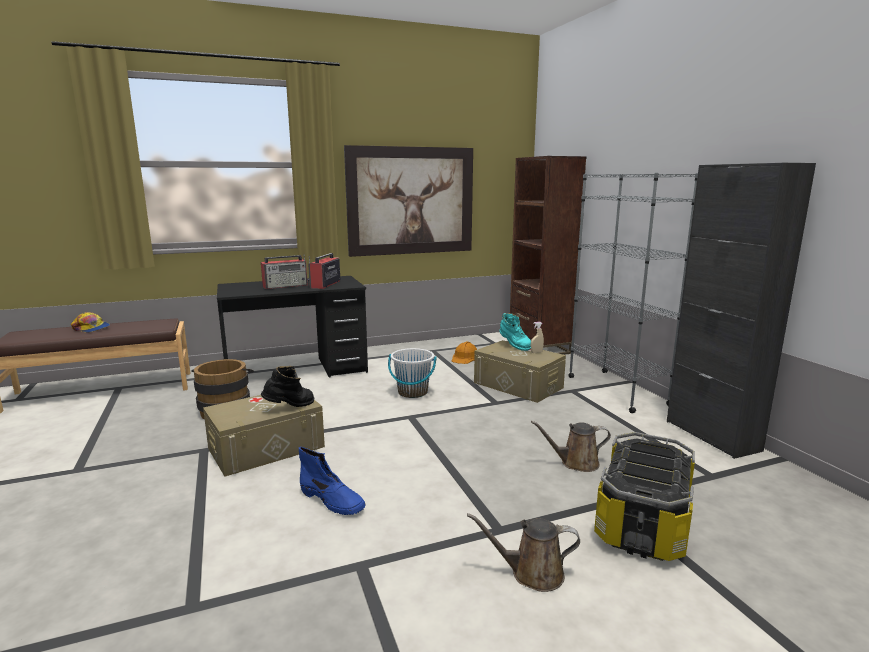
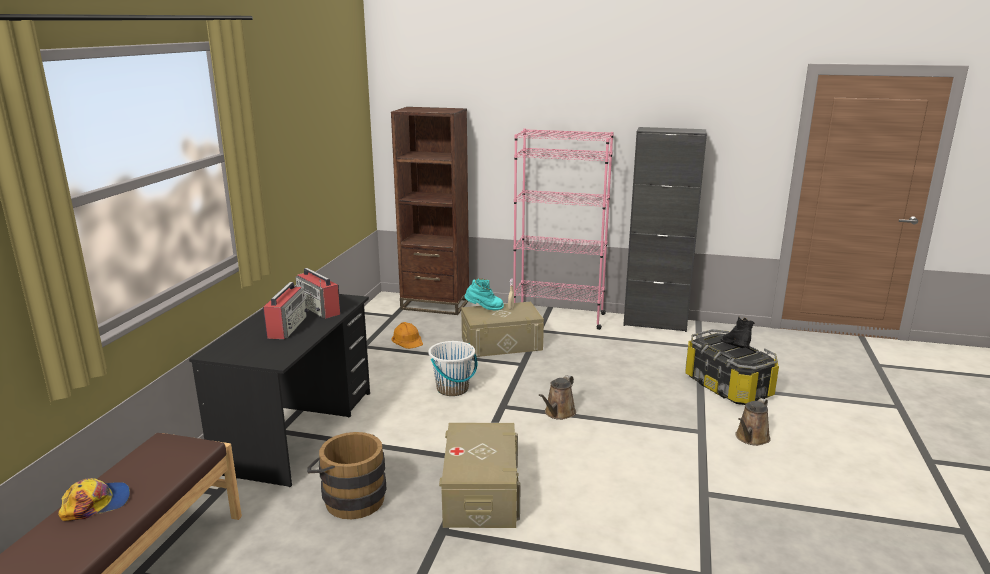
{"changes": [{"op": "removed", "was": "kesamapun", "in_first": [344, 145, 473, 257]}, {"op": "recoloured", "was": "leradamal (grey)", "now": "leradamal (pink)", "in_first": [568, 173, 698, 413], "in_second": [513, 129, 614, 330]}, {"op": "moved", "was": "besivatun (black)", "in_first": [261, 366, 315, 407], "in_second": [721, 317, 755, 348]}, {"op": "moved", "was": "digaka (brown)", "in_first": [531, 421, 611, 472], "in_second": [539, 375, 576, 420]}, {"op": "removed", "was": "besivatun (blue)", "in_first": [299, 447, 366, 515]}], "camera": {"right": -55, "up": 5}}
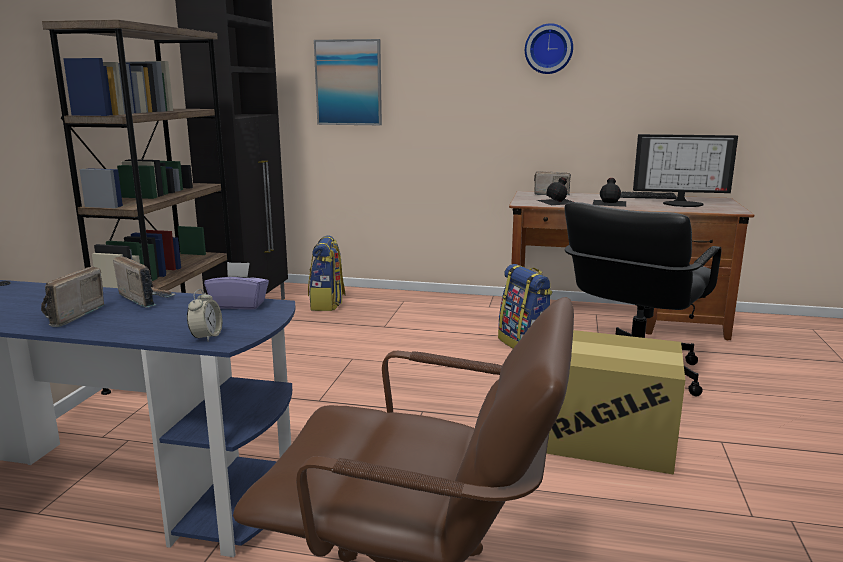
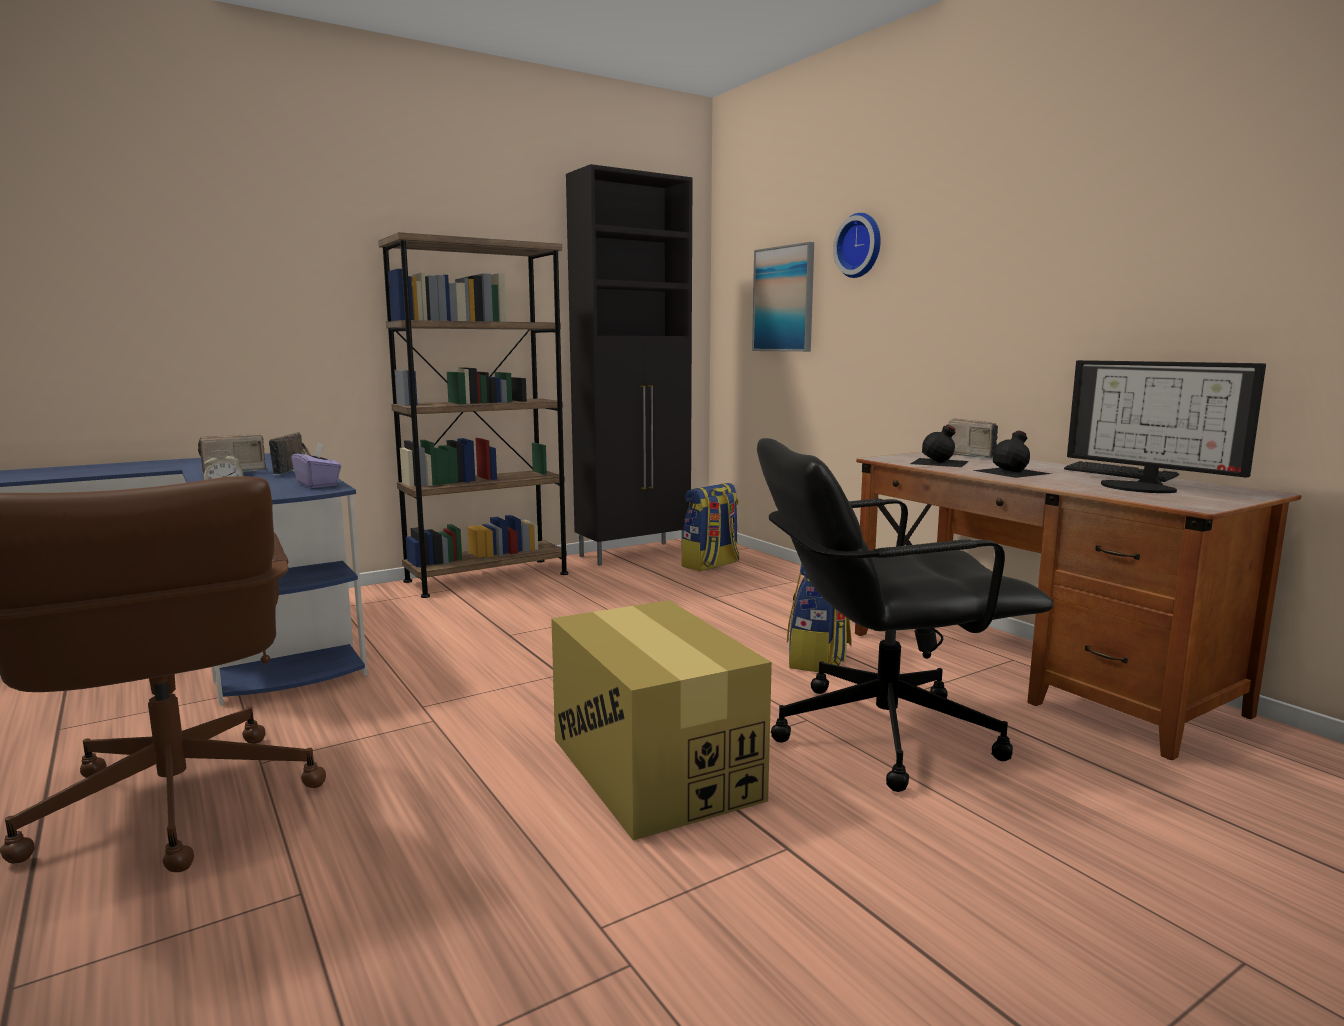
{"changes": [{"op": "moved", "was": "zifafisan", "in_first": [525, 23, 573, 74], "in_second": [833, 213, 881, 278]}], "camera": {"right": 45, "up": -5}}
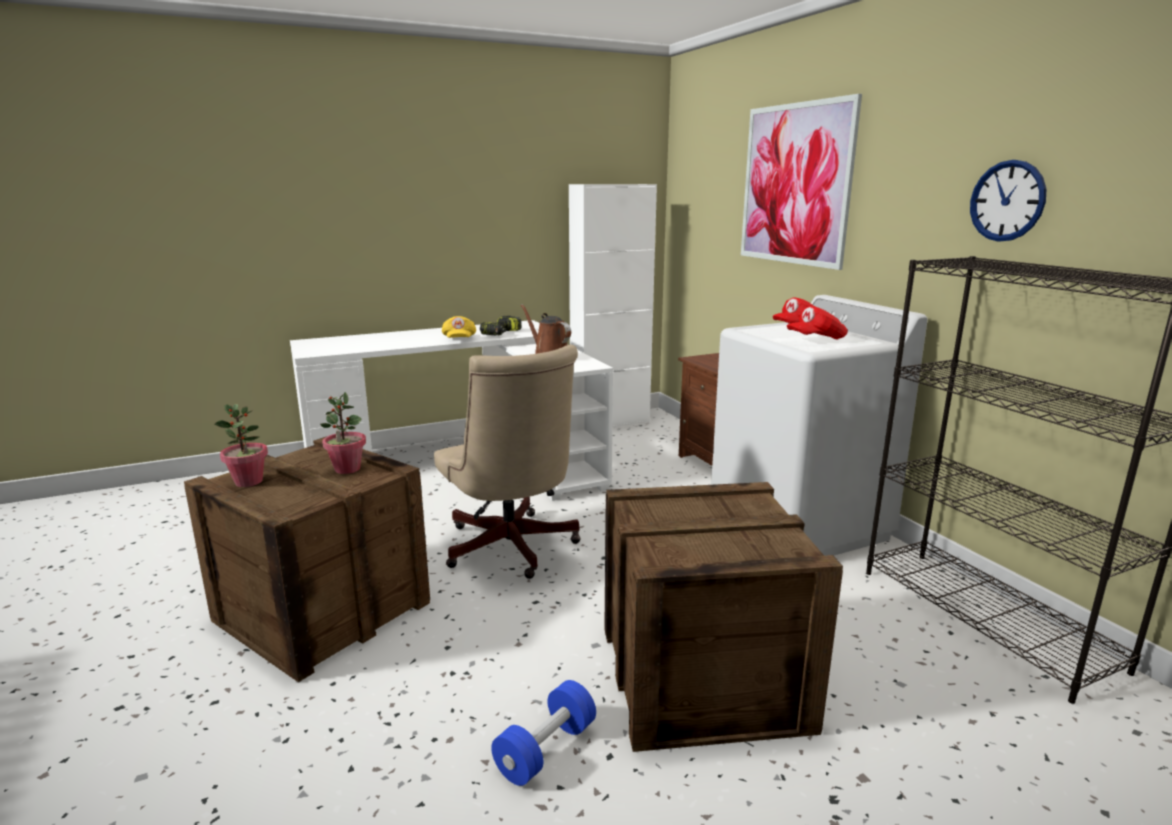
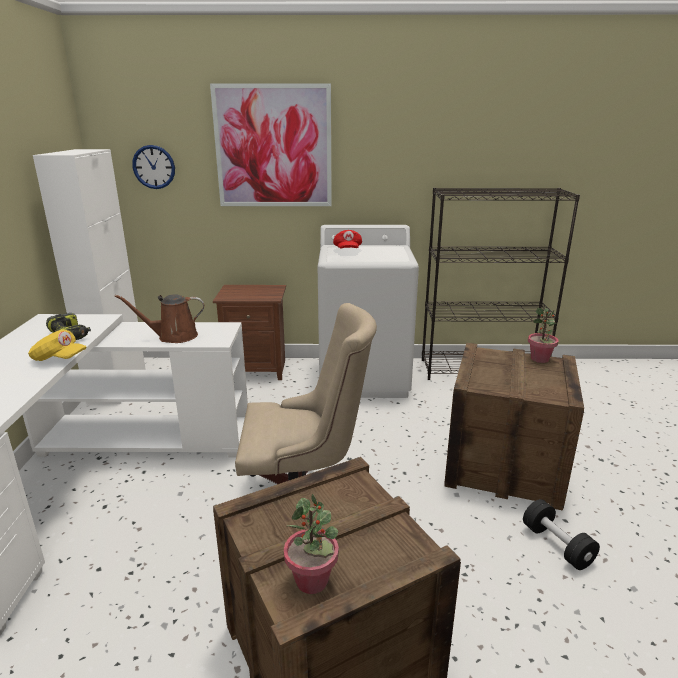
{"changes": [{"op": "moved", "was": "zifafisan", "in_first": [970, 160, 1046, 242], "in_second": [132, 145, 175, 189]}, {"op": "removed", "was": "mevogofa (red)", "in_first": [787, 306, 848, 339]}, {"op": "moved", "was": "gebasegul", "in_first": [320, 392, 366, 474], "in_second": [528, 308, 559, 363]}, {"op": "recoloured", "was": "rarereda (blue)", "now": "rarereda (black)", "in_first": [491, 680, 596, 786], "in_second": [523, 499, 600, 570]}], "camera": {"right": -65, "up": 5}}
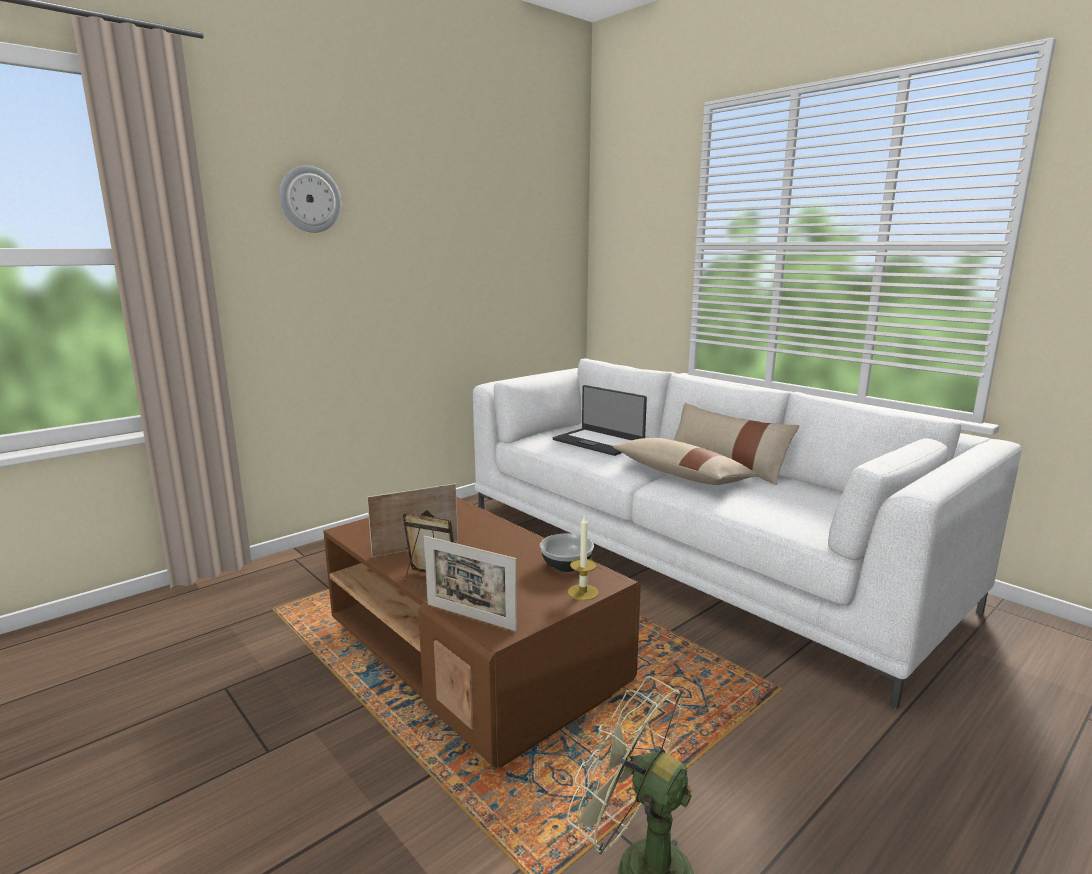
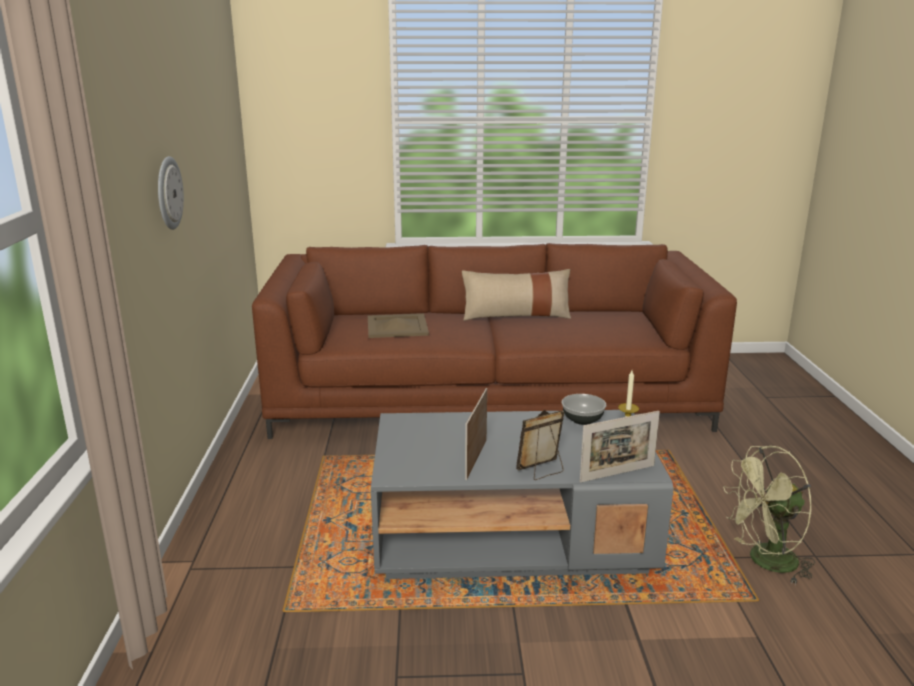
{"changes": [{"op": "moved", "was": "zifafisan", "in_first": [279, 165, 341, 233], "in_second": [158, 156, 184, 230]}, {"op": "recoloured", "was": "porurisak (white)", "now": "porurisak (brown)", "in_first": [473, 358, 1022, 709], "in_second": [252, 243, 737, 439]}, {"op": "replaced", "was": "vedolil", "now": "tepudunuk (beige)", "in_first": [553, 385, 647, 456], "in_second": [368, 313, 429, 338]}, {"op": "removed", "was": "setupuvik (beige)", "in_first": [613, 438, 759, 485]}, {"op": "recoloured", "was": "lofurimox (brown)", "now": "lofurimox (grey)", "in_first": [323, 497, 641, 768], "in_second": [371, 410, 673, 579]}], "camera": {"right": -50, "up": 5}}
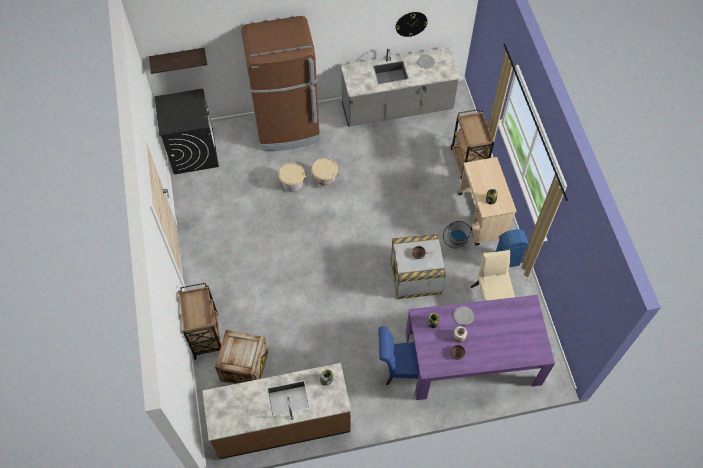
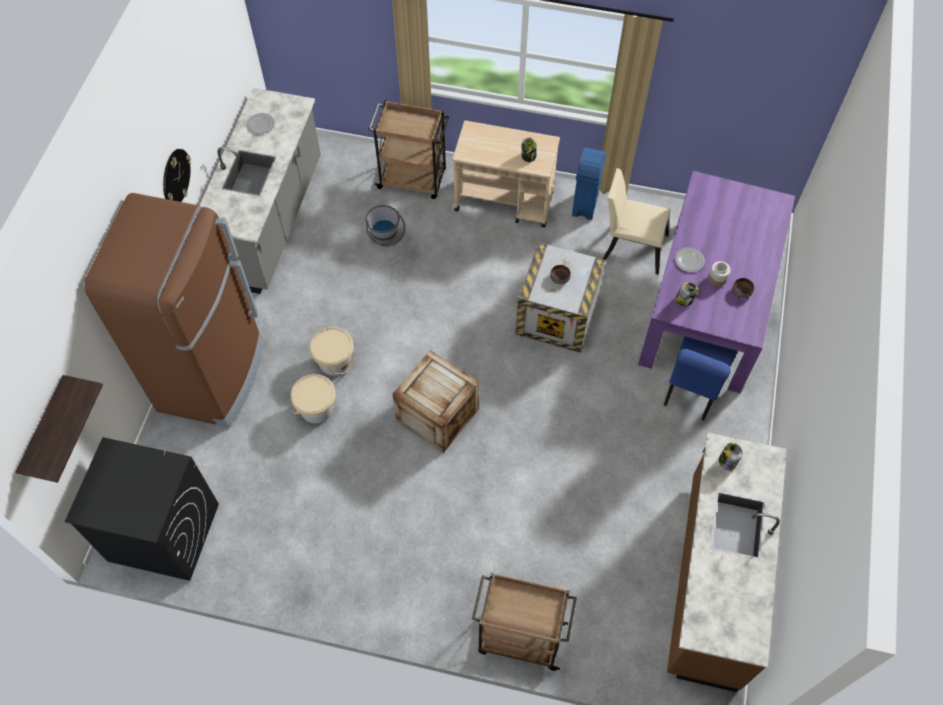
{"changes": [{"op": "moved", "was": "zifafisan", "in_first": [396, 12, 428, 37], "in_second": [163, 149, 191, 202]}, {"op": "moved", "was": "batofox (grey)", "in_first": [443, 221, 471, 248], "in_second": [366, 205, 405, 246]}, {"op": "moved", "was": "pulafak", "in_first": [215, 330, 268, 384], "in_second": [393, 350, 479, 453]}], "camera": {"right": -65, "up": 0}}
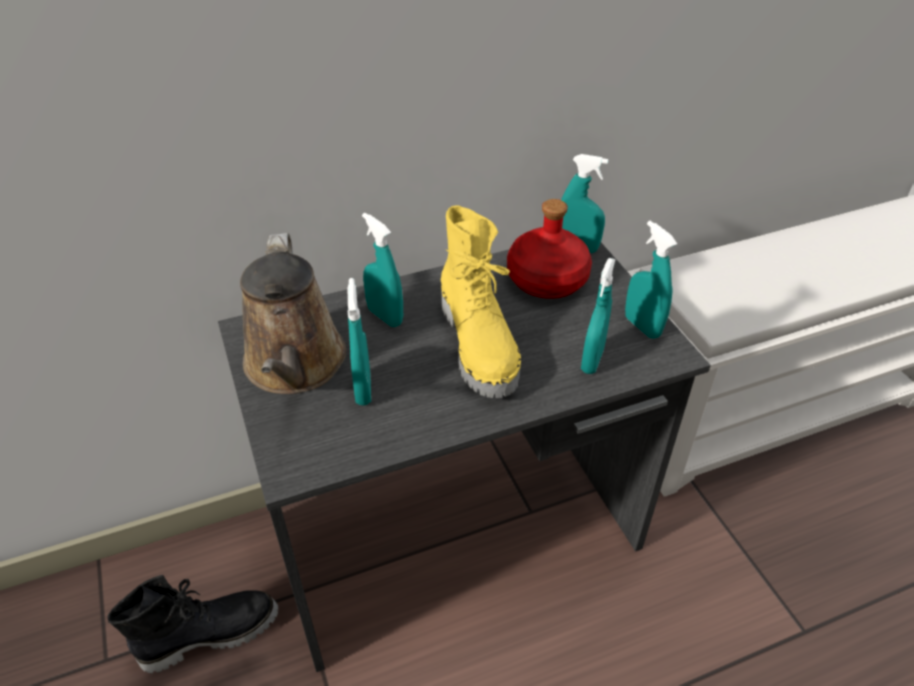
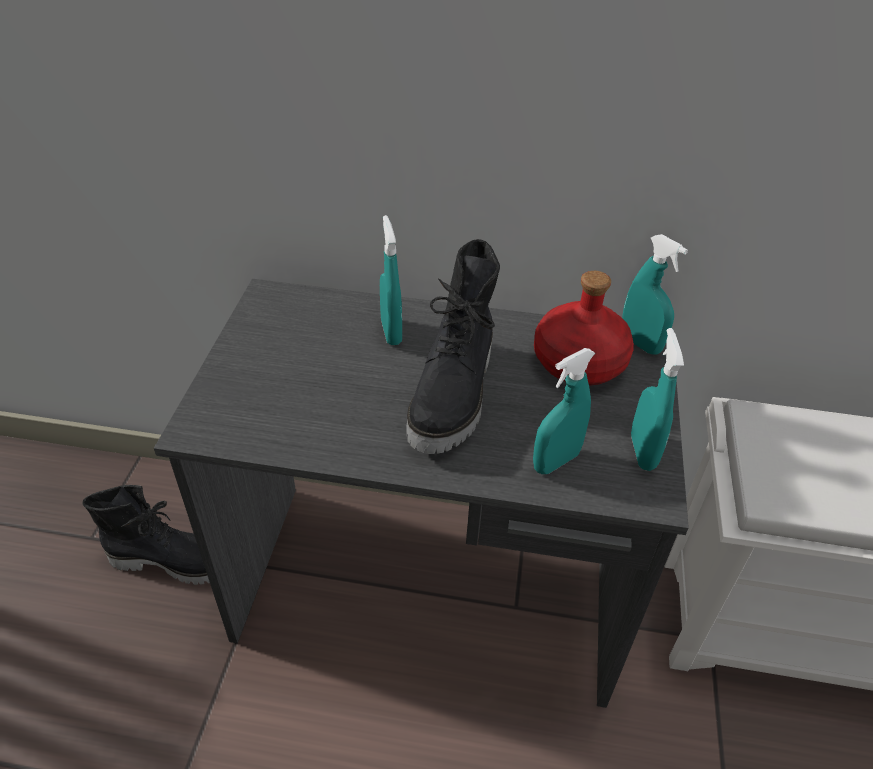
{"changes": [{"op": "recoloured", "was": "besivatun (yellow)", "now": "besivatun (black)", "in_first": [441, 206, 521, 398], "in_second": [406, 239, 500, 454]}, {"op": "removed", "was": "digaka (brown)", "in_first": [240, 233, 346, 394]}, {"op": "removed", "was": "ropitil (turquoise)", "in_first": [348, 278, 371, 406]}], "camera": {"right": 30, "up": 0}}
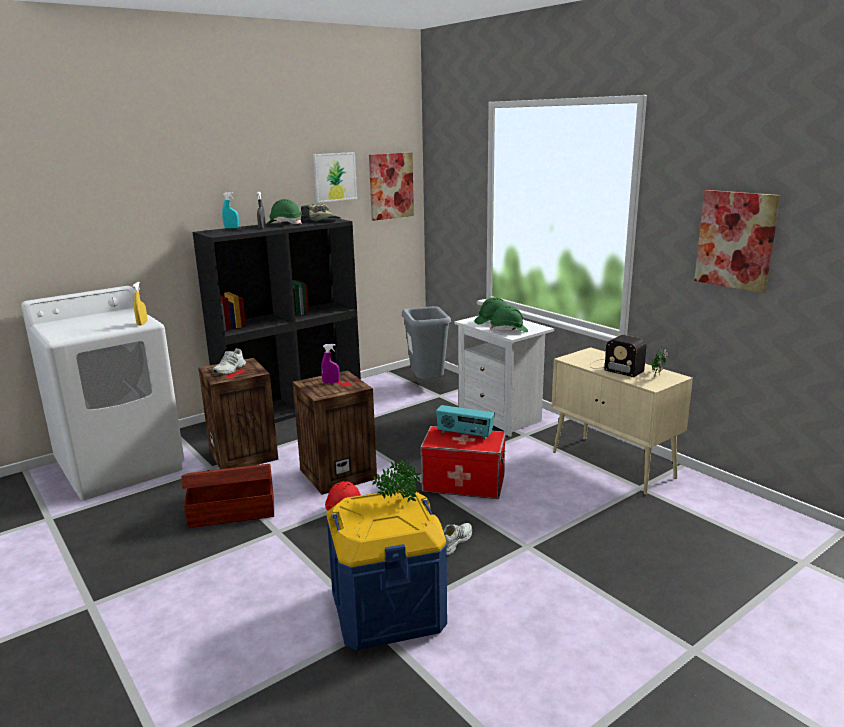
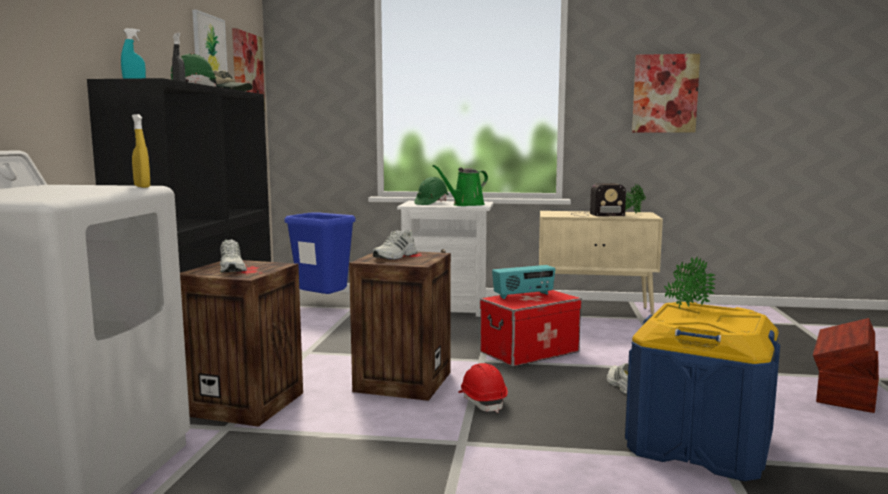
{"changes": [{"op": "replaced", "was": "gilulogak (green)", "now": "digaka (green)", "in_first": [490, 305, 528, 332], "in_second": [433, 165, 488, 206]}, {"op": "recoloured", "was": "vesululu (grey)", "now": "vesululu (blue)", "in_first": [402, 306, 451, 379], "in_second": [285, 212, 356, 294]}, {"op": "replaced", "was": "ropitil (purple)", "now": "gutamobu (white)", "in_first": [321, 344, 340, 383], "in_second": [373, 230, 417, 260]}, {"op": "moved", "was": "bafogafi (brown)", "in_first": [181, 464, 274, 528], "in_second": [813, 318, 879, 413]}], "camera": {"right": -45, "up": -10}}
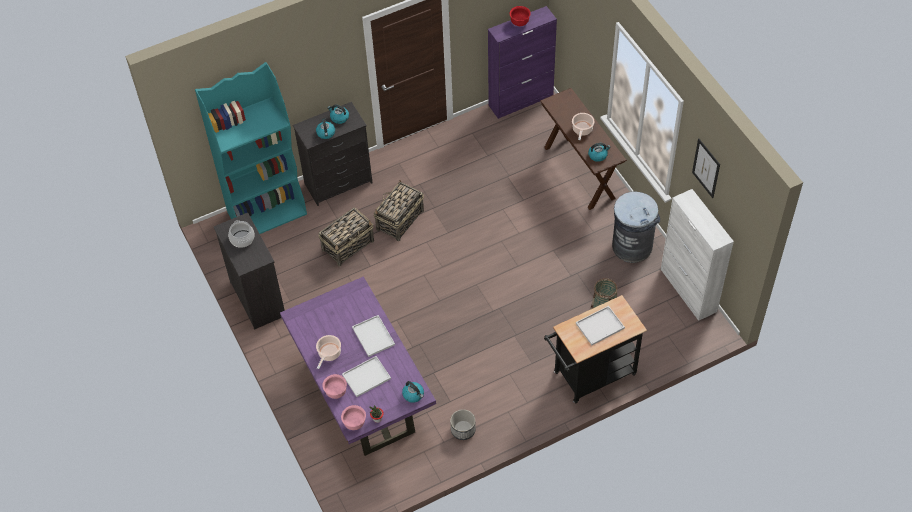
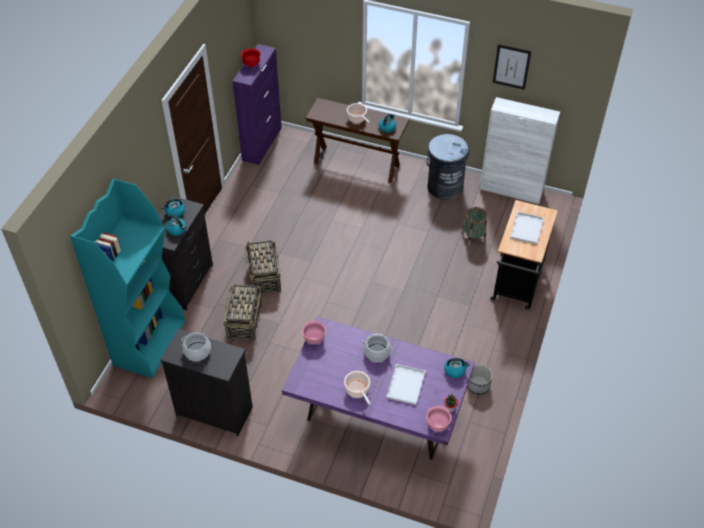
{"changes": [{"op": "replaced", "was": "tepudunuk (white)", "now": "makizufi", "in_first": [352, 315, 395, 357], "in_second": [363, 334, 392, 362]}, {"op": "moved", "was": "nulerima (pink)", "in_first": [322, 374, 347, 399], "in_second": [302, 321, 326, 344]}], "camera": {"right": -45, "up": -5}}
